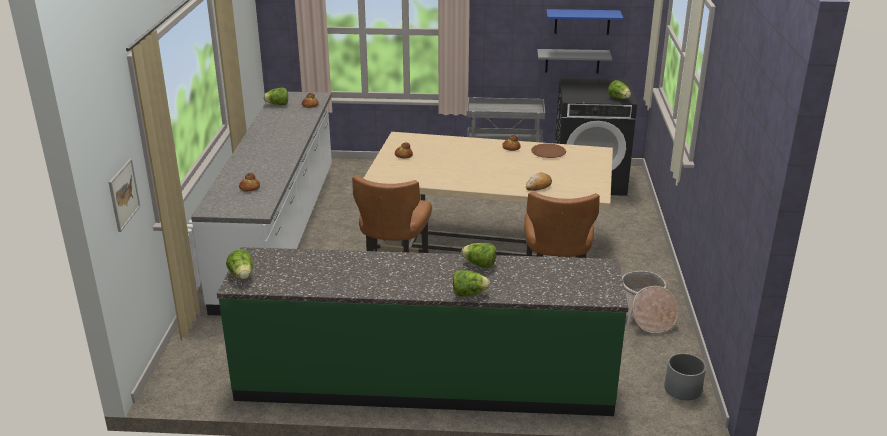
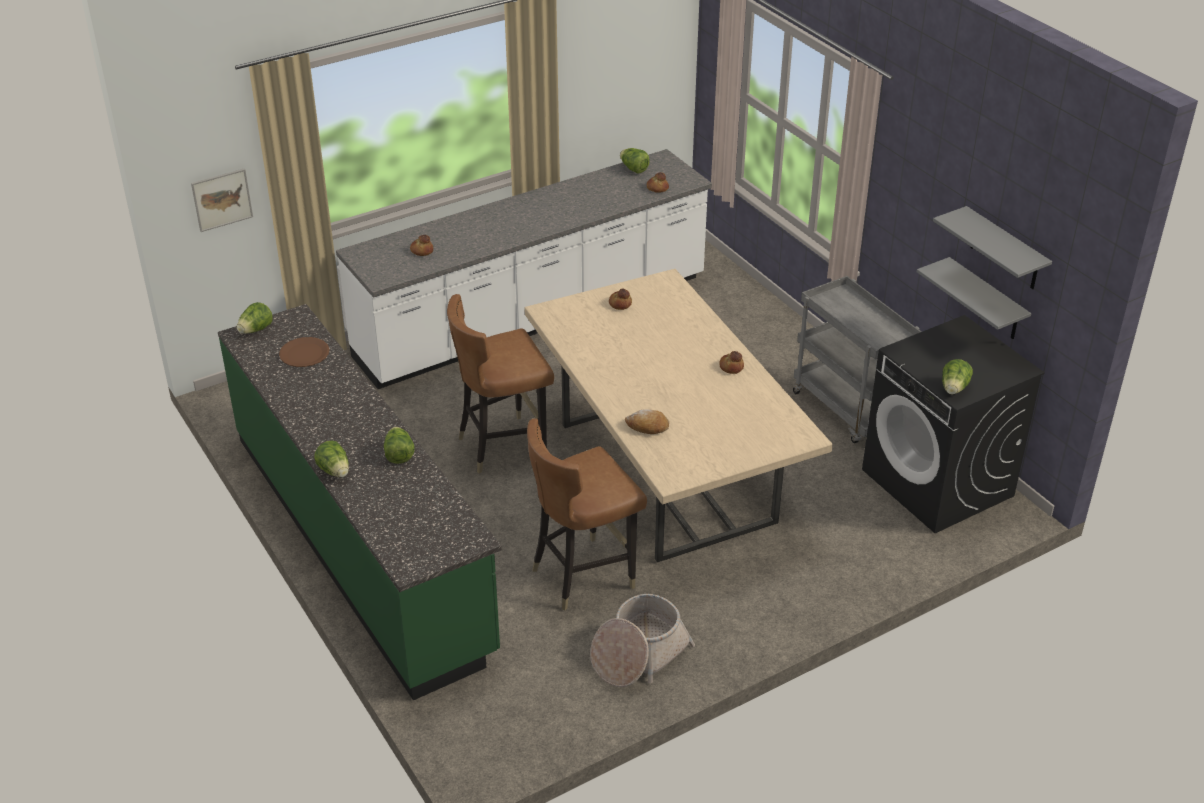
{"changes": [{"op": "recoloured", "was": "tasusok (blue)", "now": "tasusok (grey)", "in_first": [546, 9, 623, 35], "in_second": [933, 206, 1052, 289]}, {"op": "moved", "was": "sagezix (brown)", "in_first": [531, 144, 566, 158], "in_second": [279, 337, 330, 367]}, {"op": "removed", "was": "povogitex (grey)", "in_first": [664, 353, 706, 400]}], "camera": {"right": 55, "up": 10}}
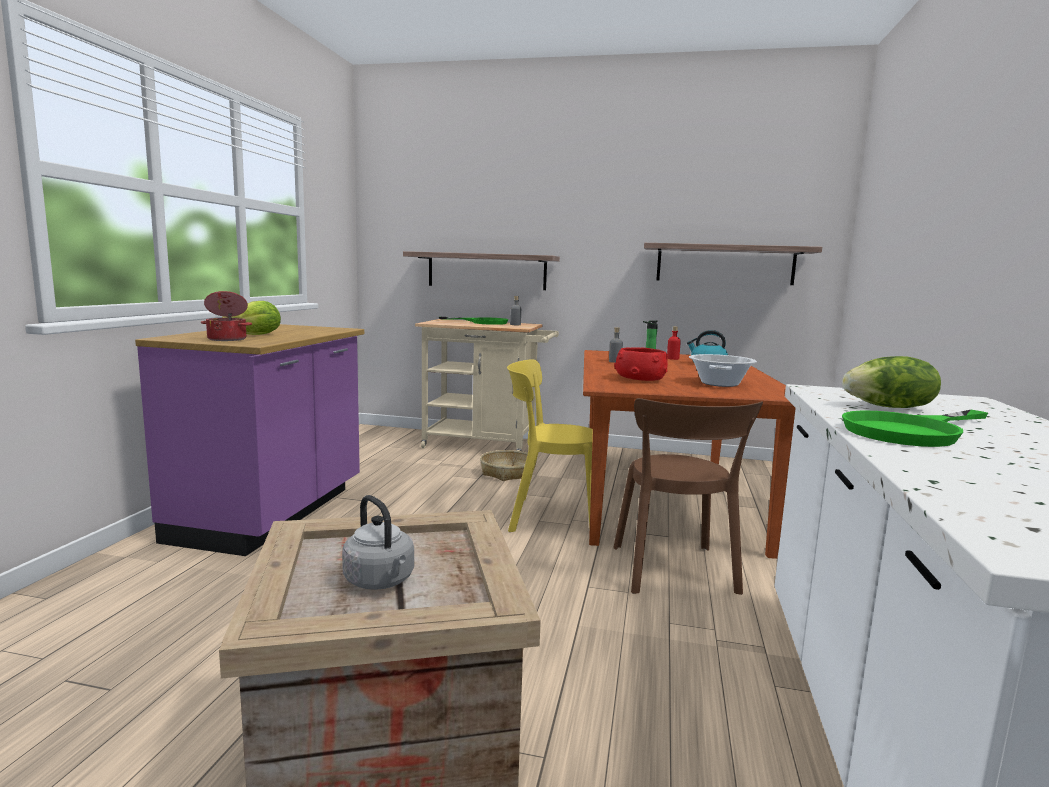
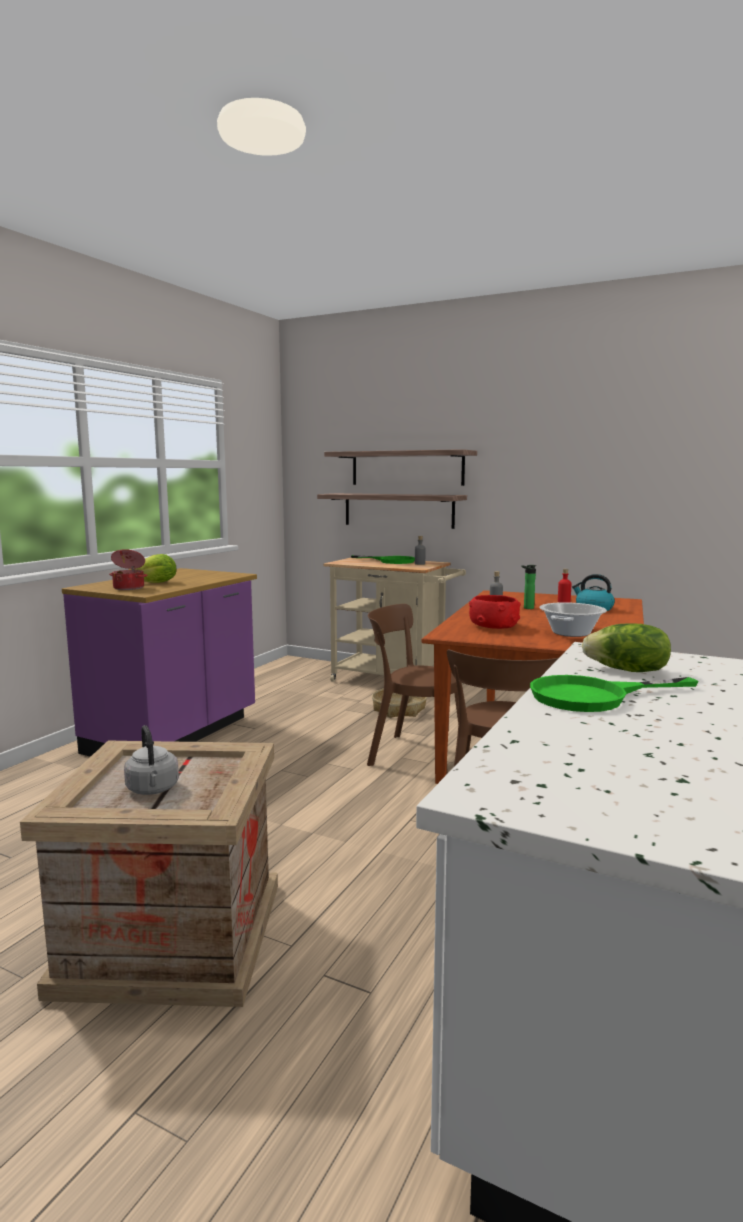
{"changes": [{"op": "moved", "was": "tasusok", "in_first": [644, 243, 822, 285], "in_second": [324, 449, 477, 486]}, {"op": "recoloured", "was": "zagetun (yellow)", "now": "zagetun (brown)", "in_first": [507, 359, 593, 532], "in_second": [367, 604, 459, 775]}], "camera": {"right": 15, "up": 0}}
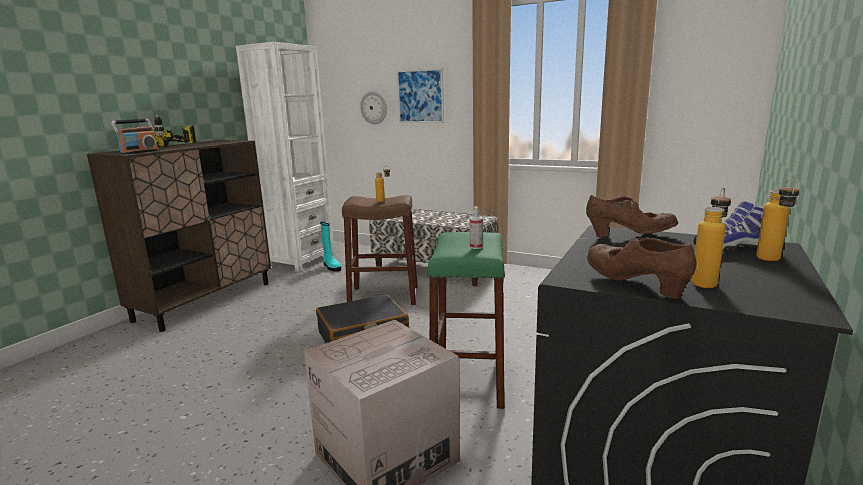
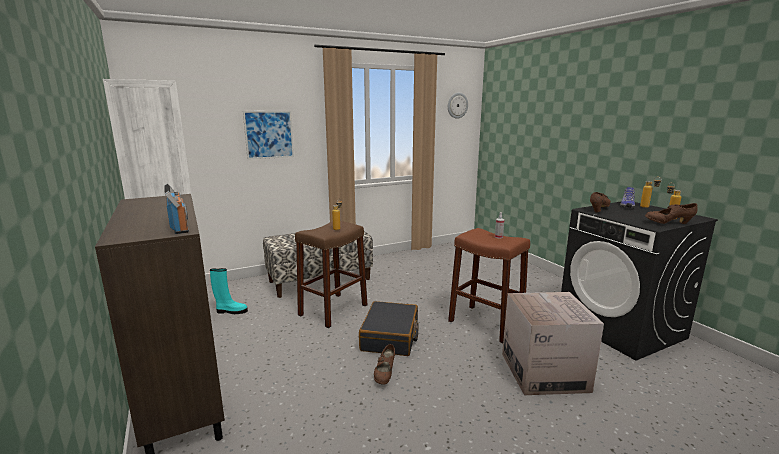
{"changes": [{"op": "moved", "was": "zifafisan", "in_first": [360, 91, 387, 124], "in_second": [448, 93, 468, 119]}, {"op": "removed", "was": "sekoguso", "in_first": [154, 114, 196, 147]}, {"op": "recoloured", "was": "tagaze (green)", "now": "tagaze (brown)", "in_first": [427, 232, 505, 409], "in_second": [448, 228, 530, 343]}, {"op": "added", "now": "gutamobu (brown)", "in_second": [374, 344, 395, 385]}], "camera": {"right": -55, "up": 0}}
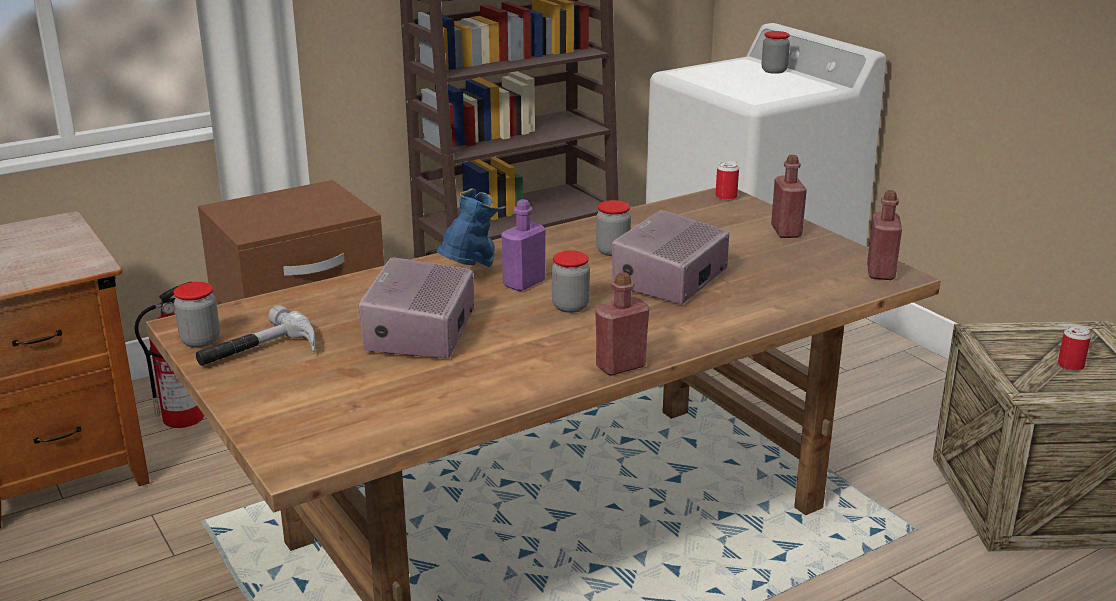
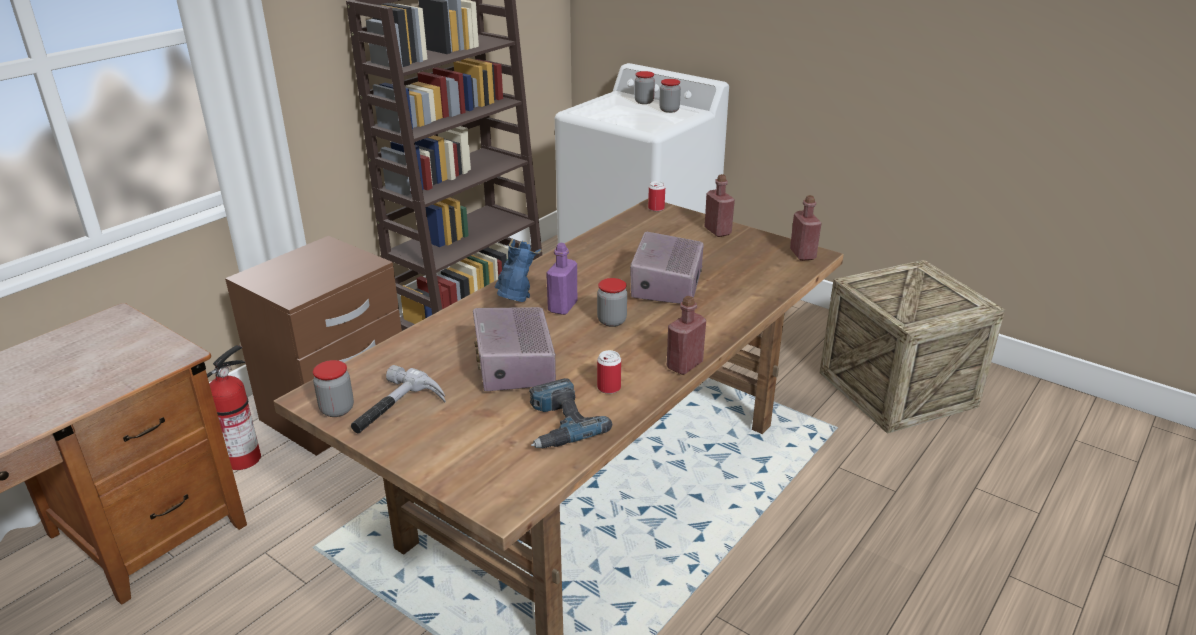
{"changes": [{"op": "moved", "was": "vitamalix", "in_first": [596, 200, 631, 256], "in_second": [659, 79, 681, 113]}, {"op": "moved", "was": "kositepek", "in_first": [1058, 325, 1091, 371], "in_second": [597, 350, 621, 394]}, {"op": "added", "now": "sekoguso", "in_second": [529, 378, 612, 448]}], "camera": {"right": -20, "up": 5}}
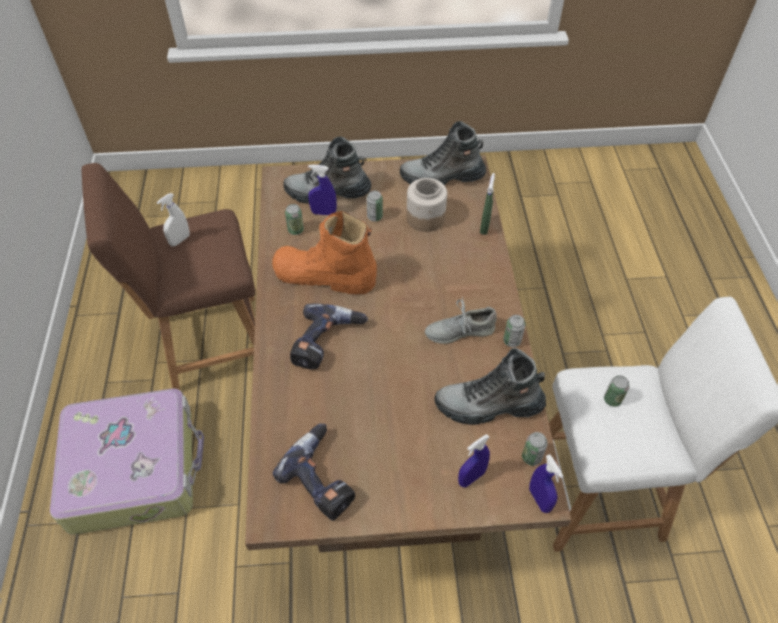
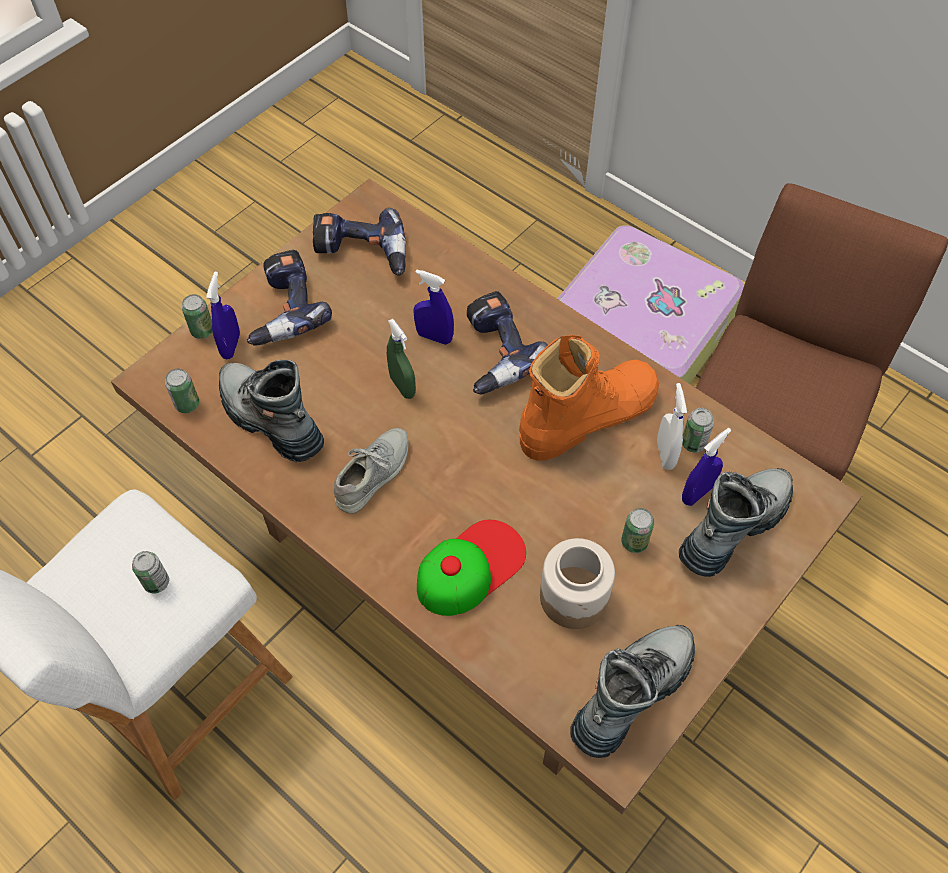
{"changes": [{"op": "moved", "was": "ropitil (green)", "in_first": [480, 173, 495, 235], "in_second": [387, 319, 416, 399]}, {"op": "moved", "was": "ropitil (white)", "in_first": [157, 193, 190, 246], "in_second": [657, 383, 687, 470]}, {"op": "moved", "was": "kositepek", "in_first": [503, 315, 526, 347], "in_second": [182, 294, 213, 339]}, {"op": "turned", "was": "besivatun", "in_first": [435, 348, 546, 425], "in_second": [219, 360, 324, 462], "clockwise": -90}, {"op": "moved", "was": "ropitil (blue)", "in_first": [529, 454, 564, 513], "in_second": [413, 270, 454, 345]}, {"op": "added", "now": "sekoguso", "in_second": [247, 250, 332, 346]}, {"op": "added", "now": "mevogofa", "in_second": [417, 520, 526, 616]}], "camera": {"right": 135, "up": 5}}
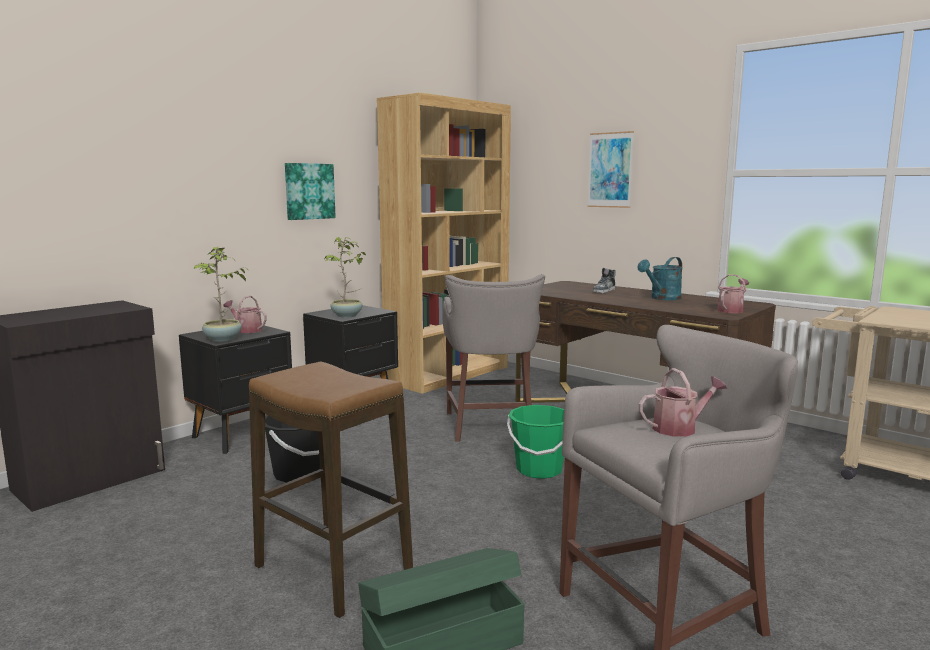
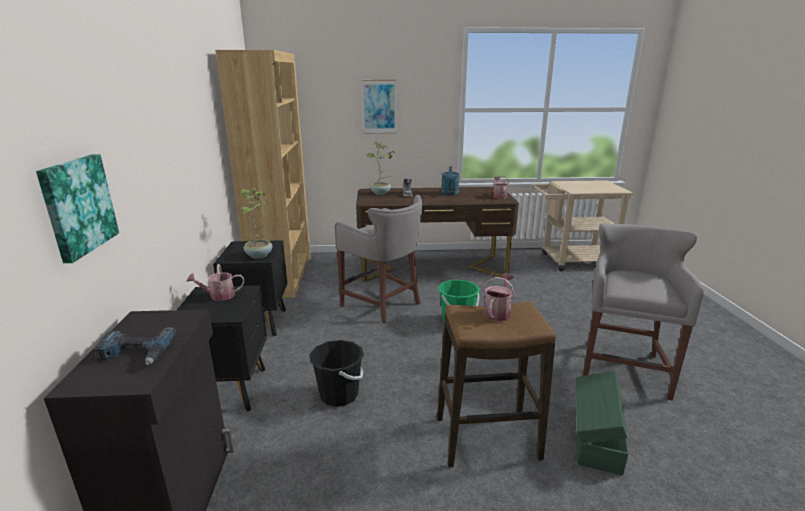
{"changes": [{"op": "moved", "was": "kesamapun", "in_first": [285, 163, 336, 220], "in_second": [36, 154, 119, 263]}, {"op": "moved", "was": "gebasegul", "in_first": [194, 246, 250, 342], "in_second": [367, 141, 395, 195]}, {"op": "moved", "was": "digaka", "in_first": [639, 368, 727, 437], "in_second": [484, 273, 514, 321]}, {"op": "added", "now": "sekoguso", "in_second": [93, 327, 176, 365]}], "camera": {"right": -45, "up": 10}}
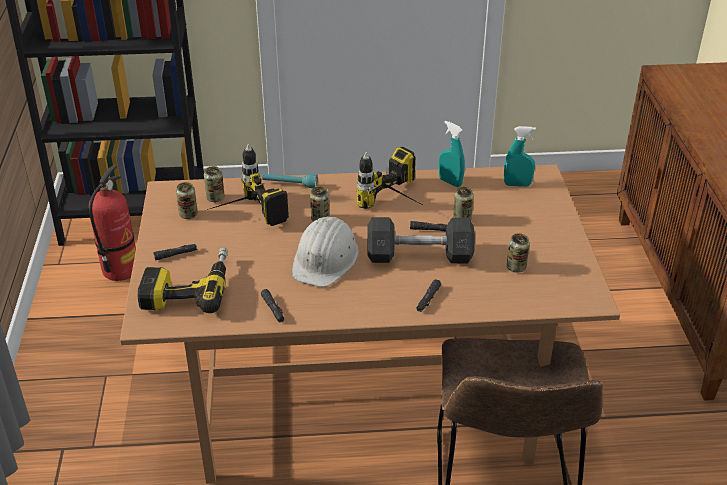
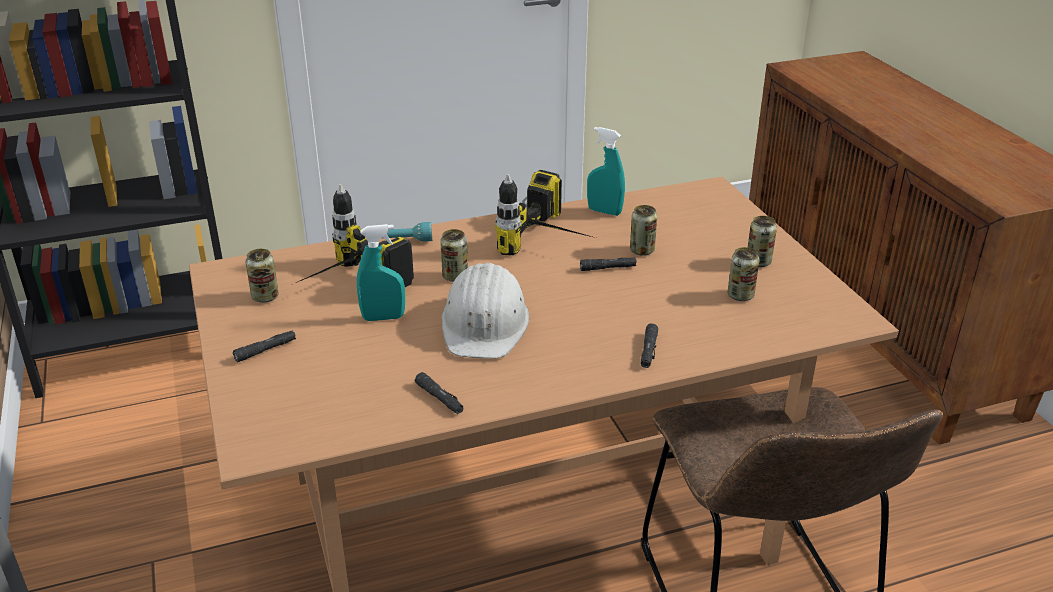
{"changes": [{"op": "moved", "was": "ropitil (turquoise)", "in_first": [504, 126, 536, 187], "in_second": [357, 224, 405, 321]}, {"op": "removed", "was": "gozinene", "in_first": [89, 164, 136, 281]}, {"op": "moved", "was": "kositepek", "in_first": [204, 166, 225, 202], "in_second": [748, 216, 777, 267]}, {"op": "removed", "was": "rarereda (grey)", "in_first": [367, 217, 475, 263]}, {"op": "removed", "was": "sekoguso", "in_first": [137, 247, 228, 313]}], "camera": {"right": -15, "up": -5}}
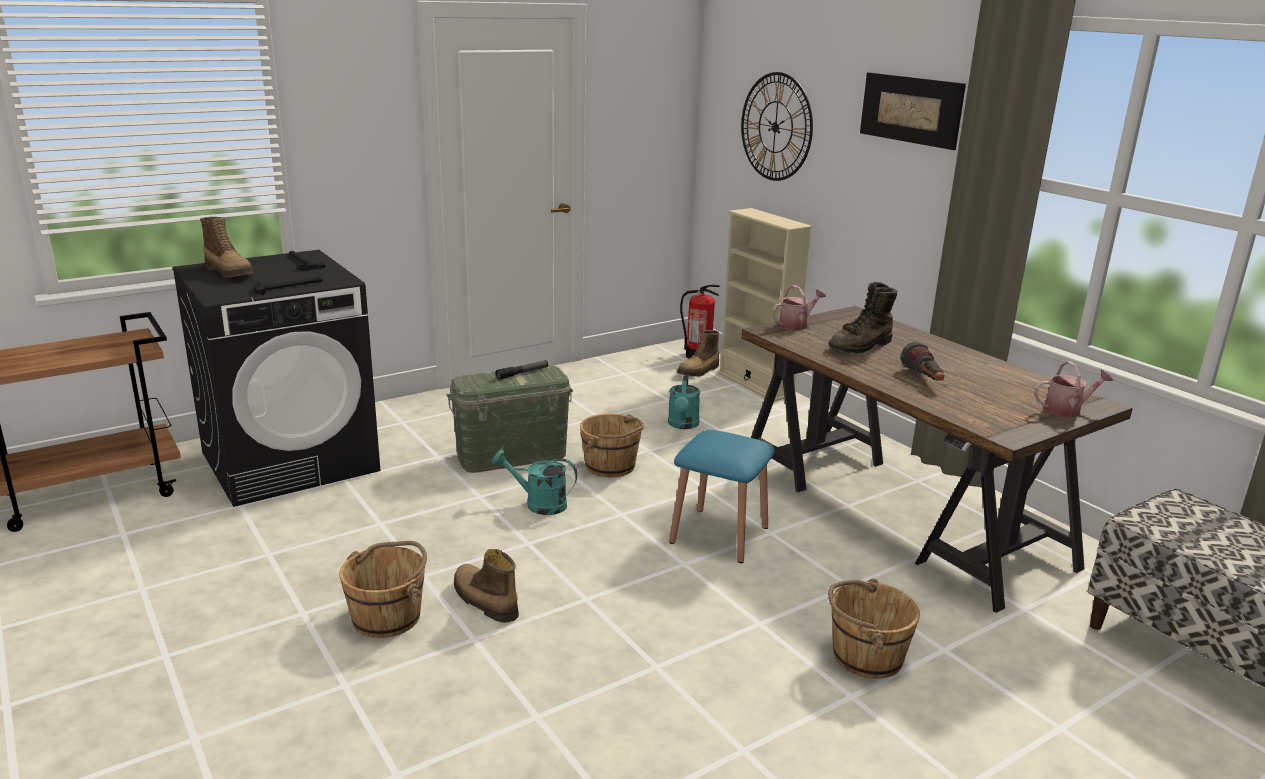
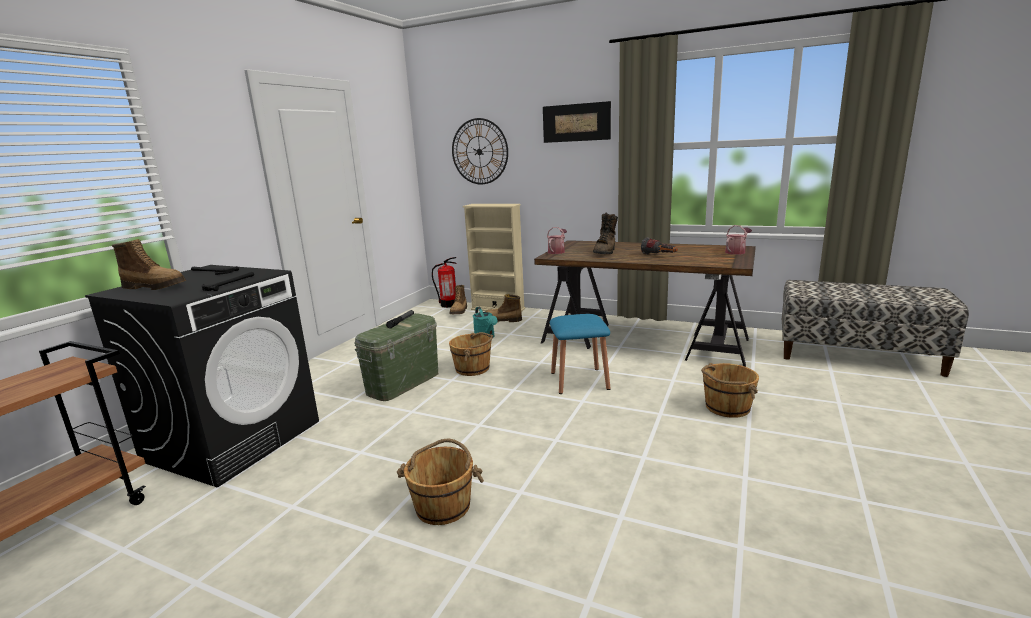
{"changes": [{"op": "removed", "was": "digaka (turquoise)", "in_first": [492, 450, 577, 515]}, {"op": "moved", "was": "besivatun", "in_first": [454, 549, 519, 623], "in_second": [486, 294, 522, 322]}], "camera": {"right": -30, "up": -5}}
